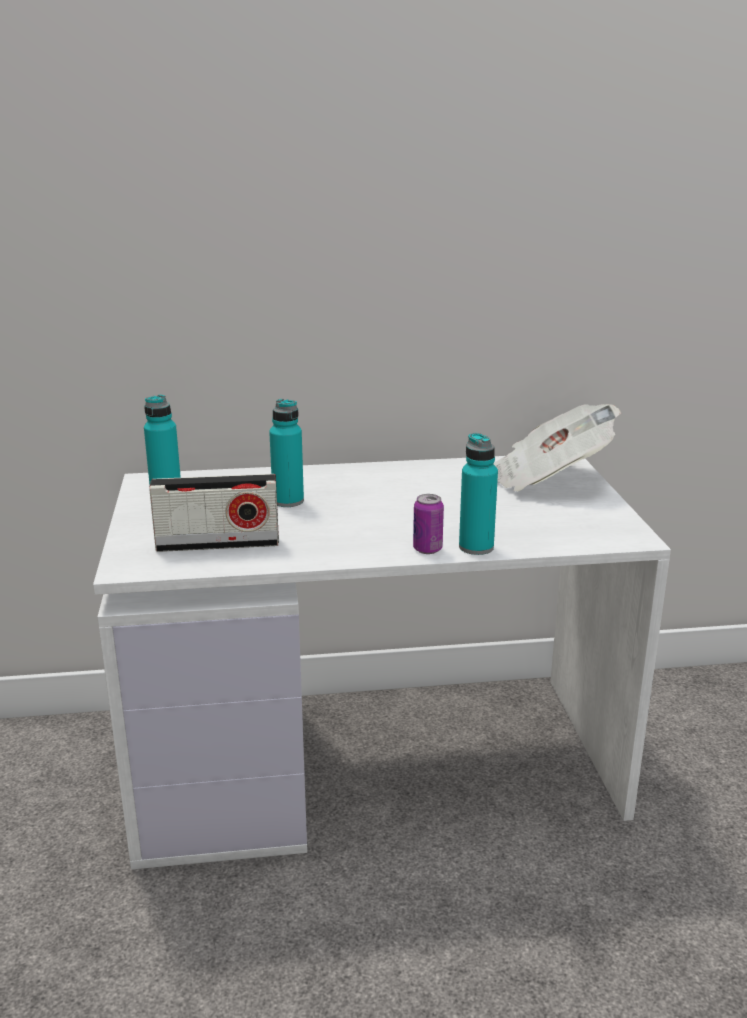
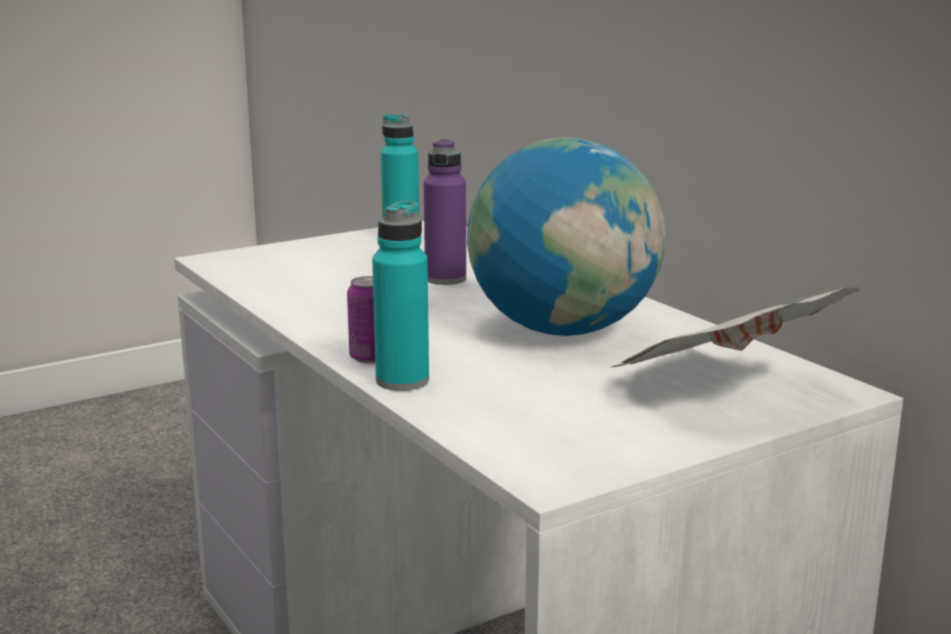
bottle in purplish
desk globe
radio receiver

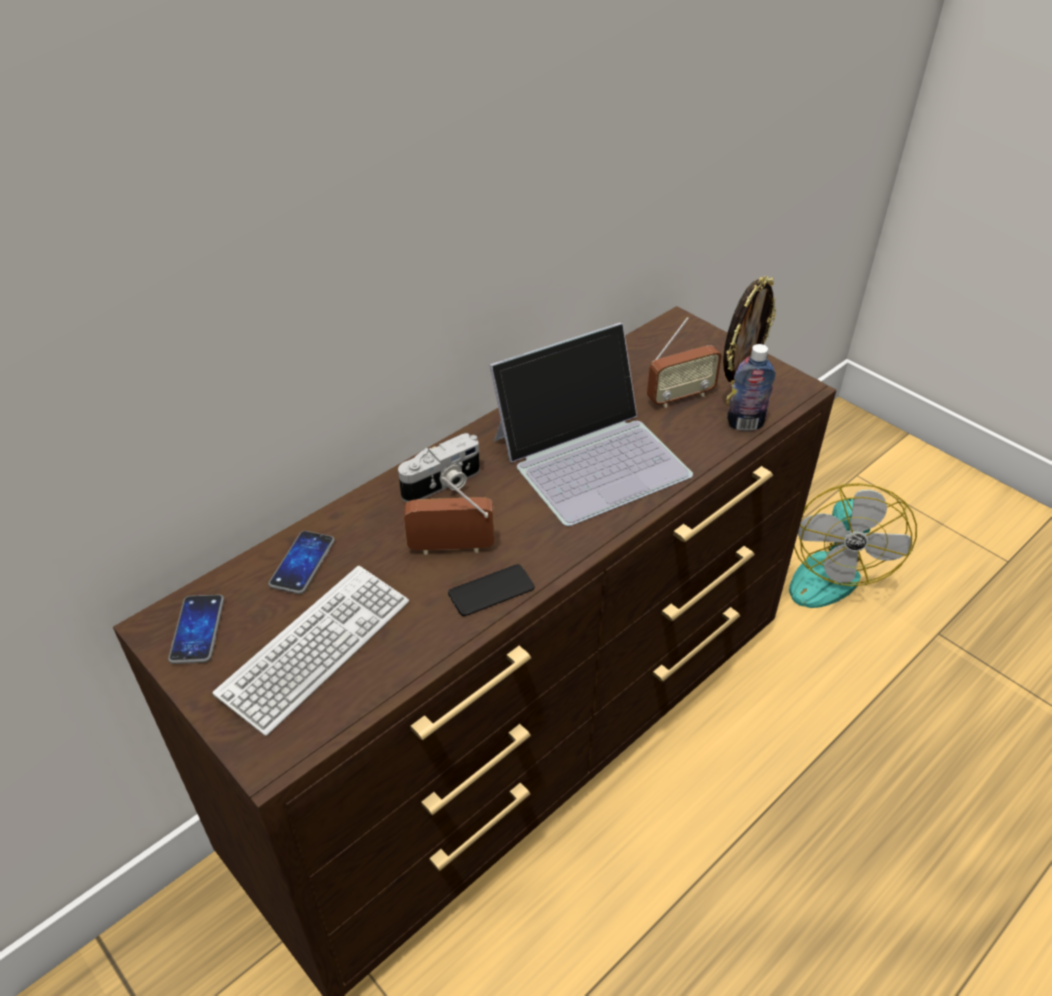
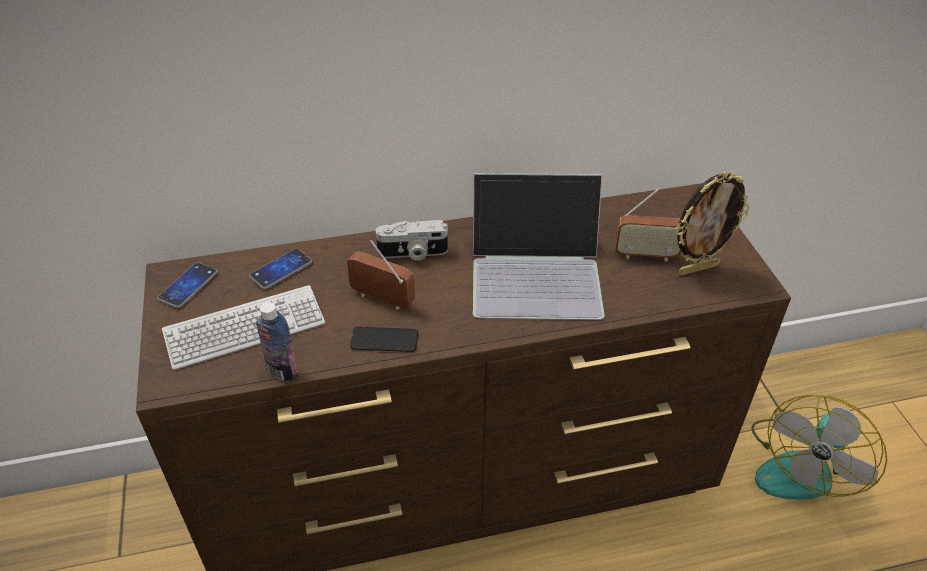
bottle

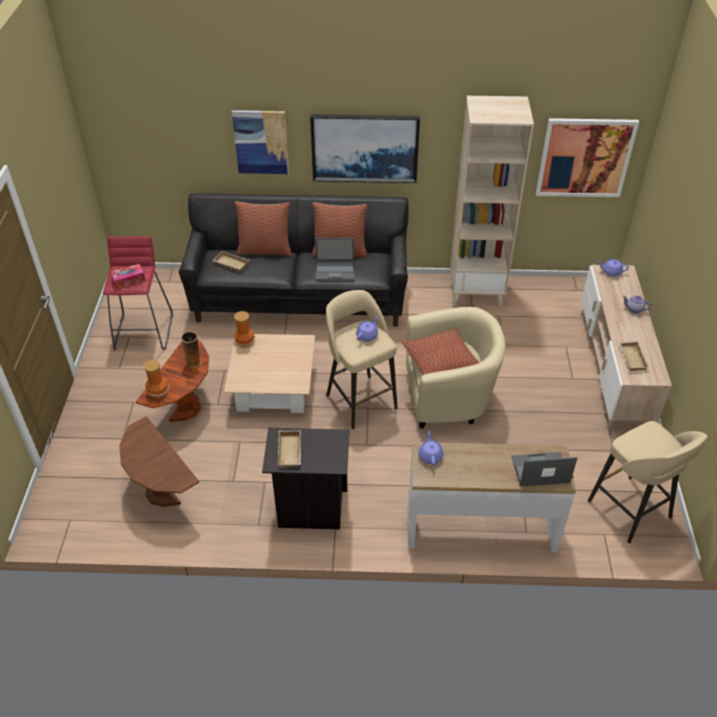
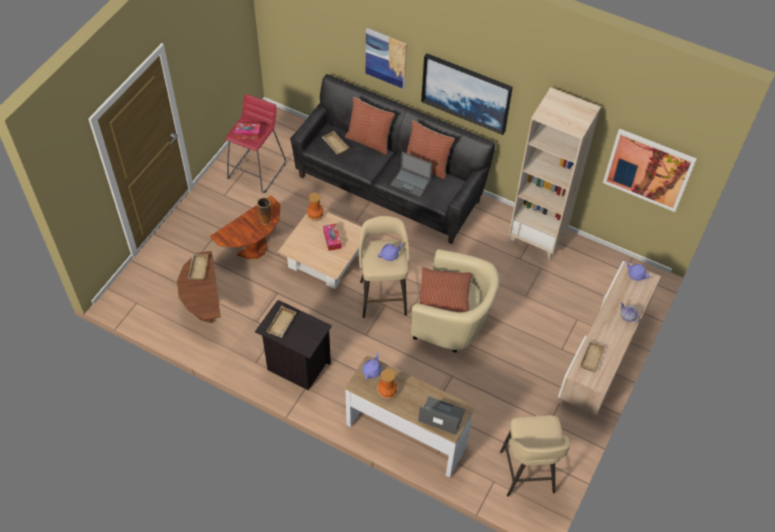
serving tray in beige (1st from left)
box of tissues (2nd from left)
decorative vase (3rd from left)

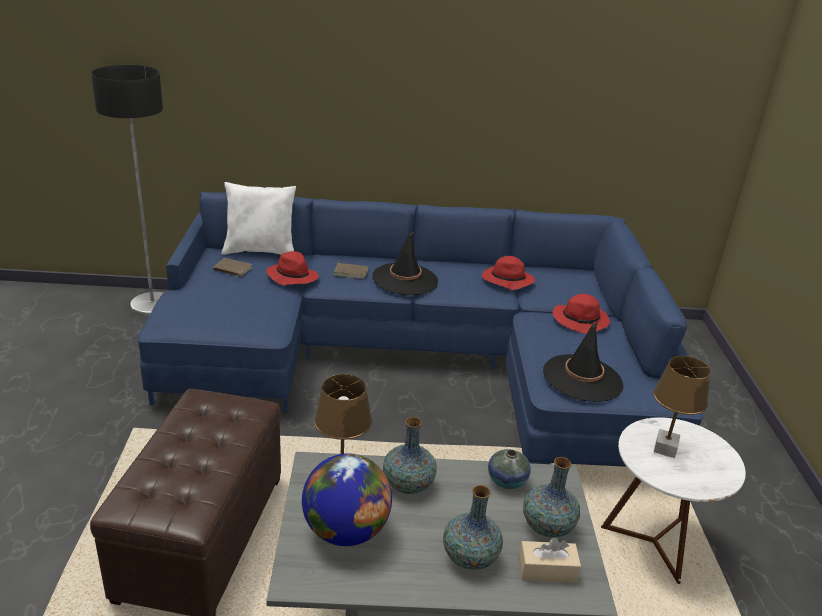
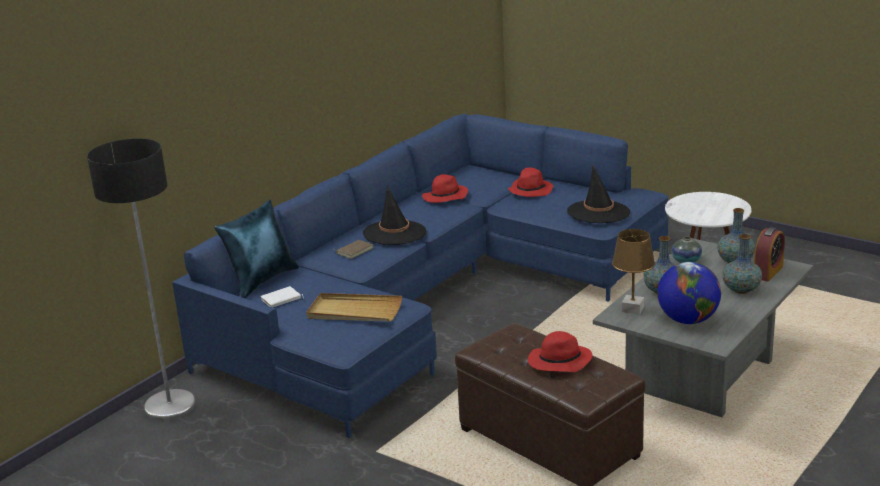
throw pillow in blue
volume in white
serving tray in beige
wearable hat in red-coloured (3rd from left)
bedside clock
tabletop lamp in brown-coloured (2nd from left in the first image)

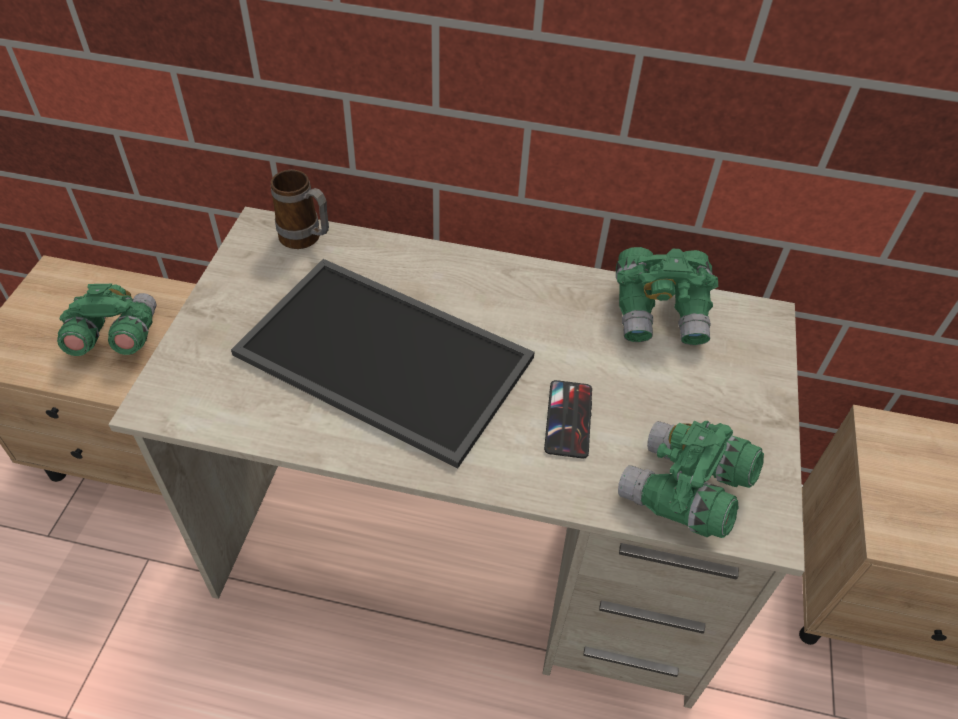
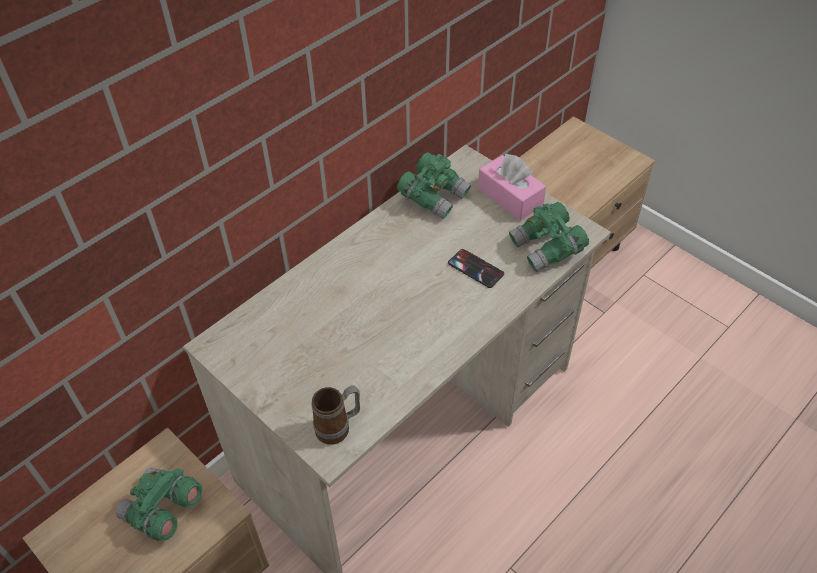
tea mug
box of tissues in pink-coloured
serving tray

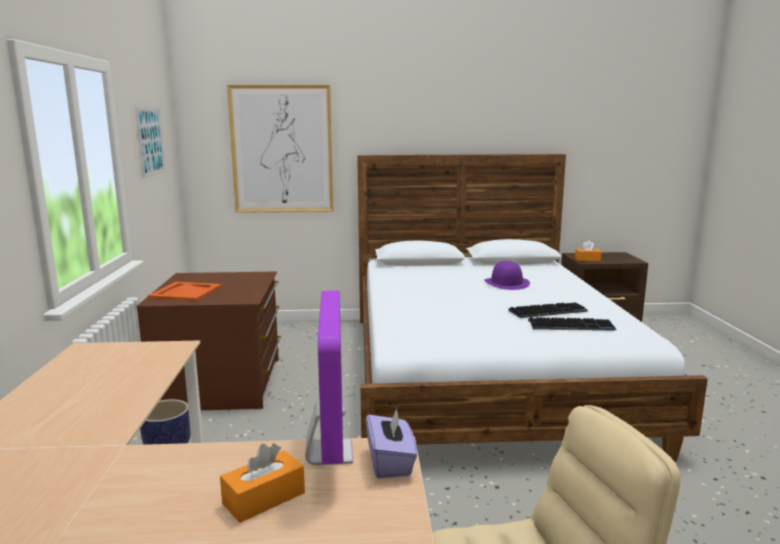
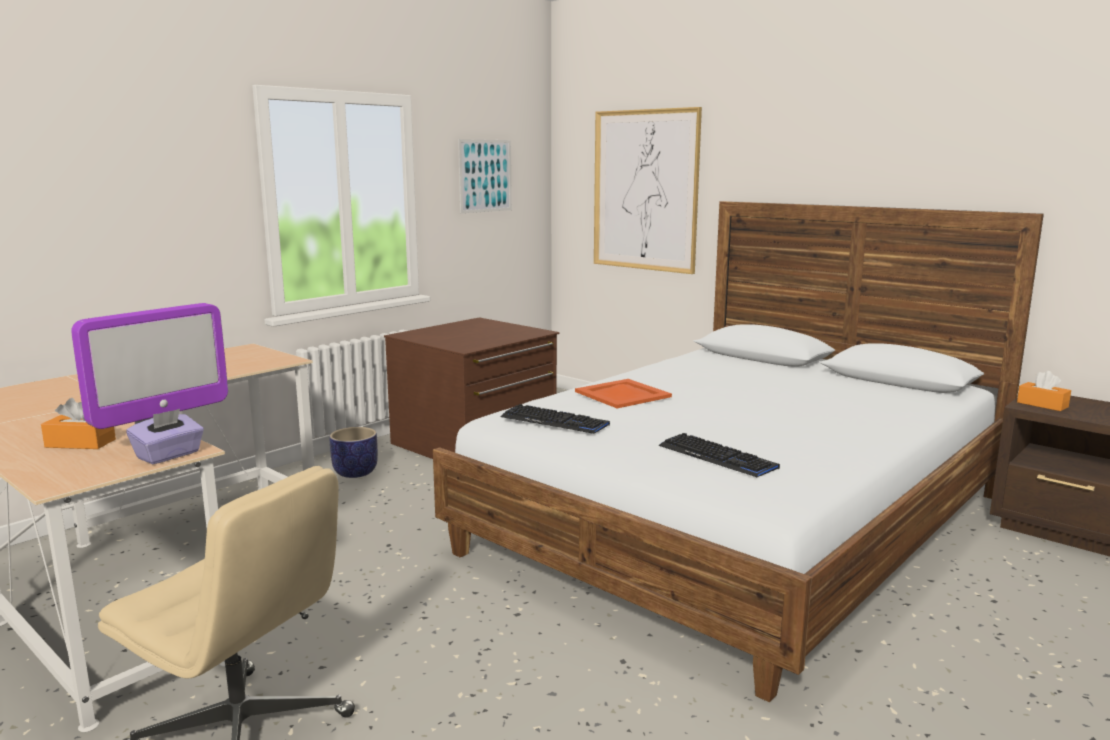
keyboard (1st from left)
serving tray in orangey
wearable hat in purplish

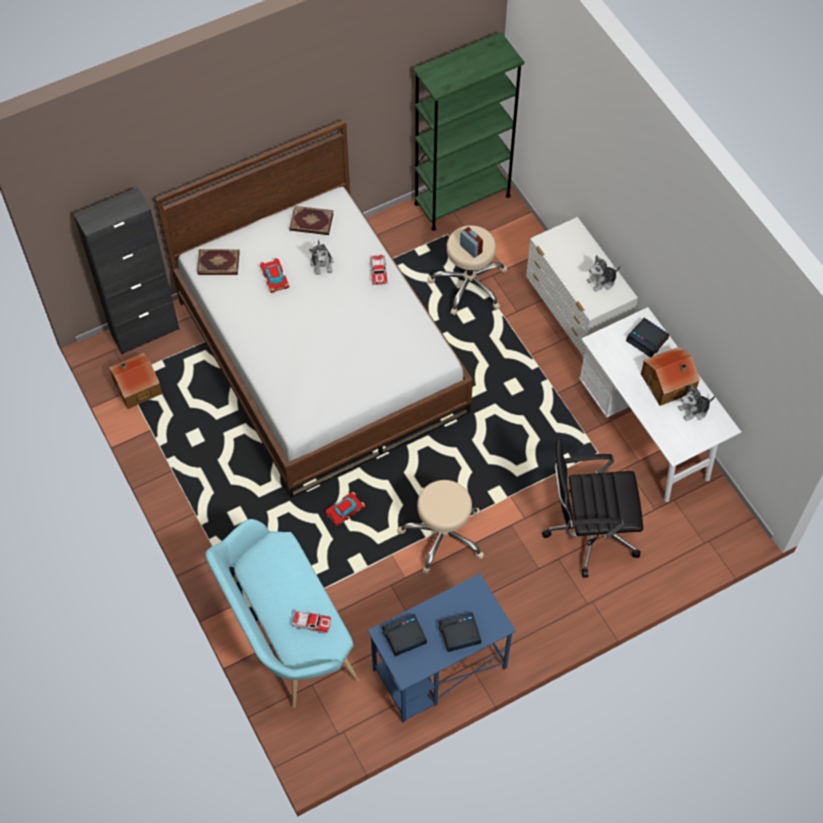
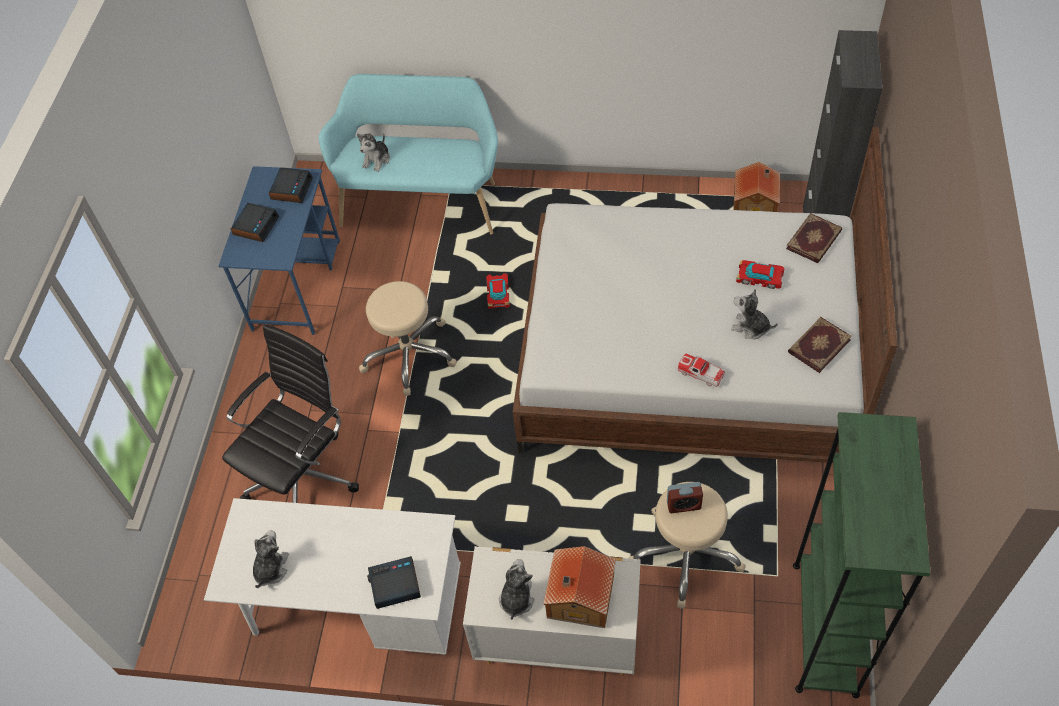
soft toy (2nd from left)
model house (1st from left)

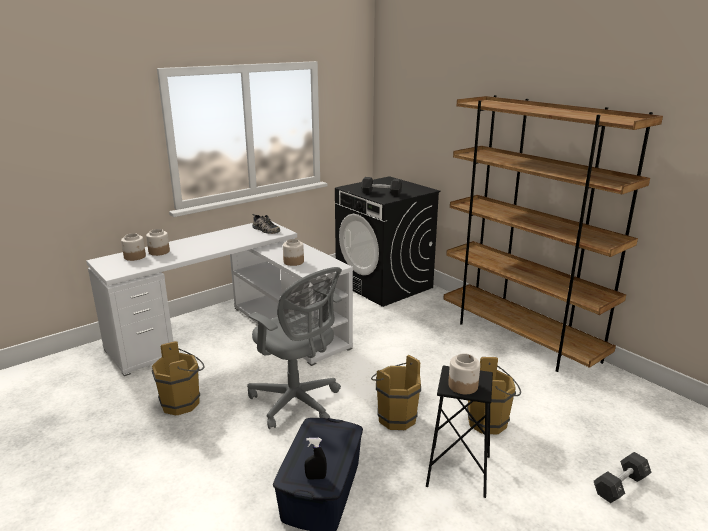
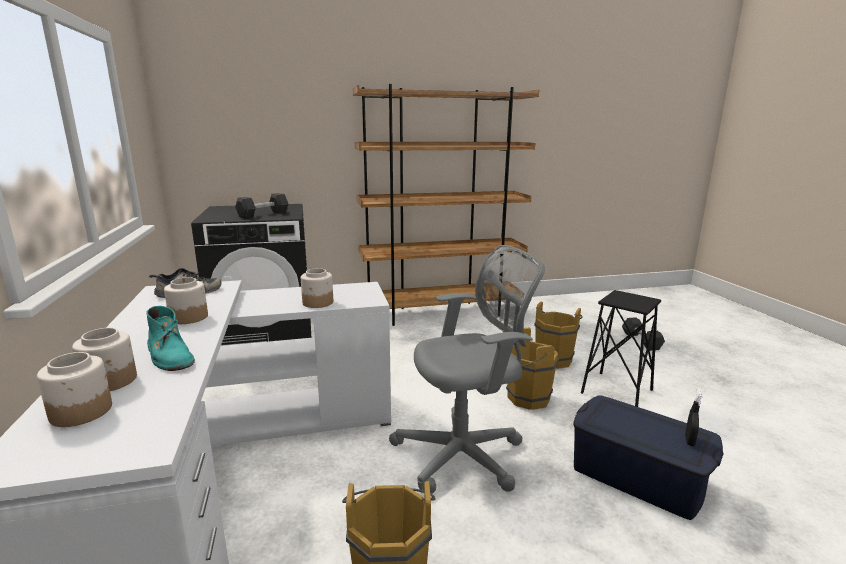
high-top boot in turquoise-coloured
storage jar (3rd from left)

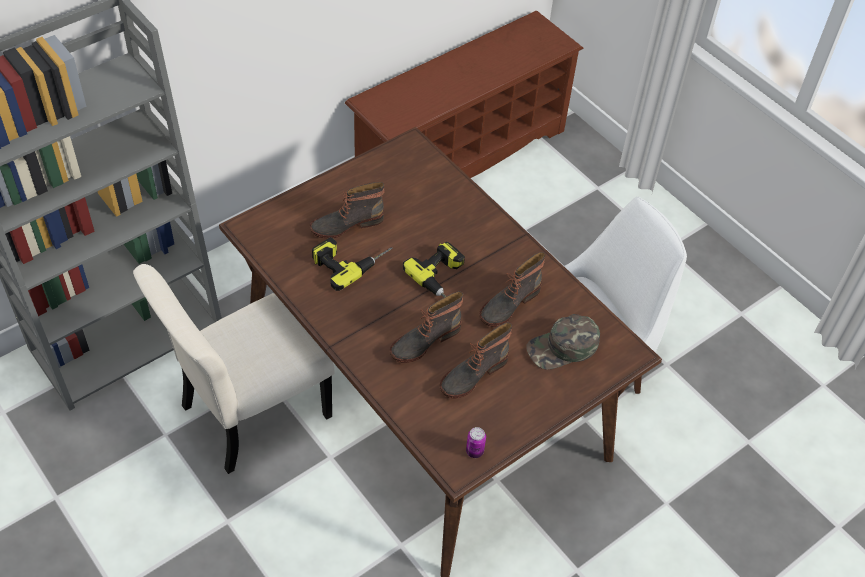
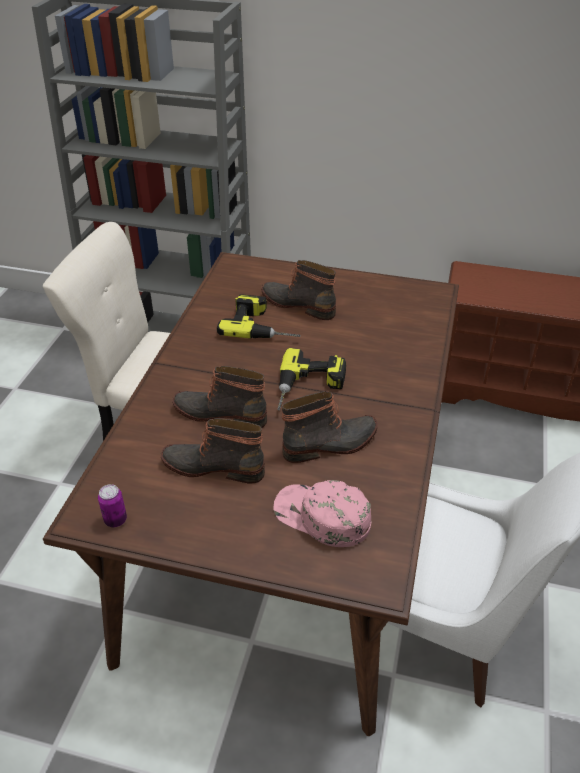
peaked cap in pink-coloured
high-top boot (4th from left)

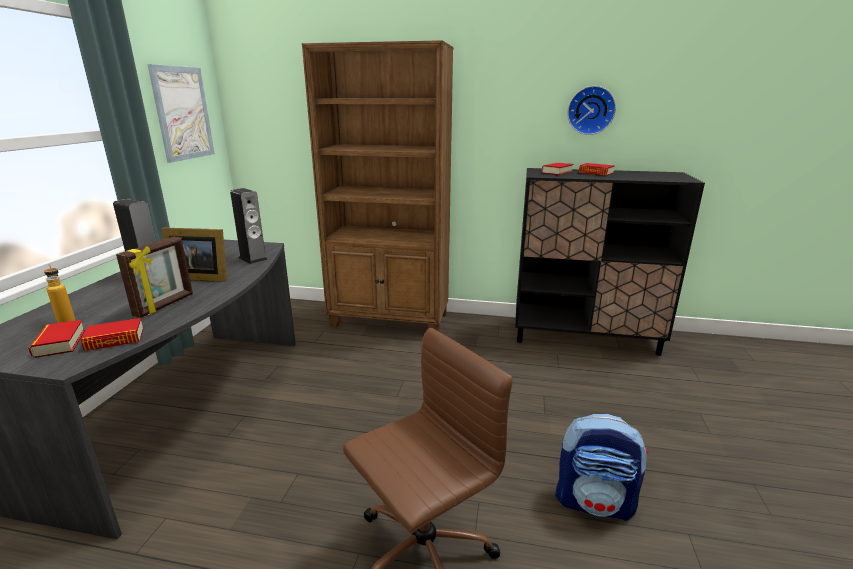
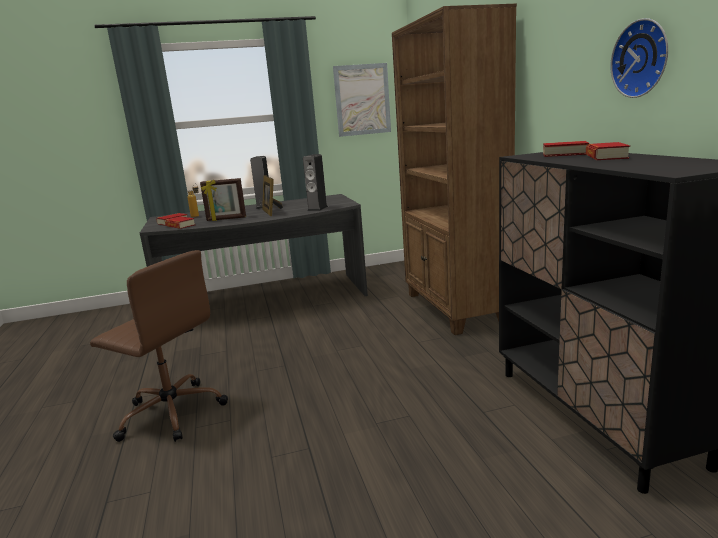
rucksack

